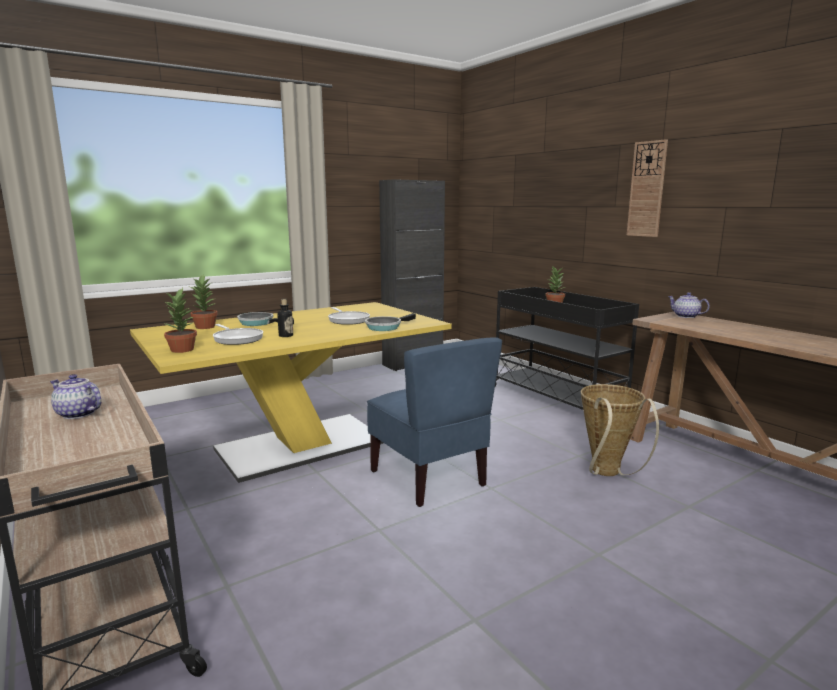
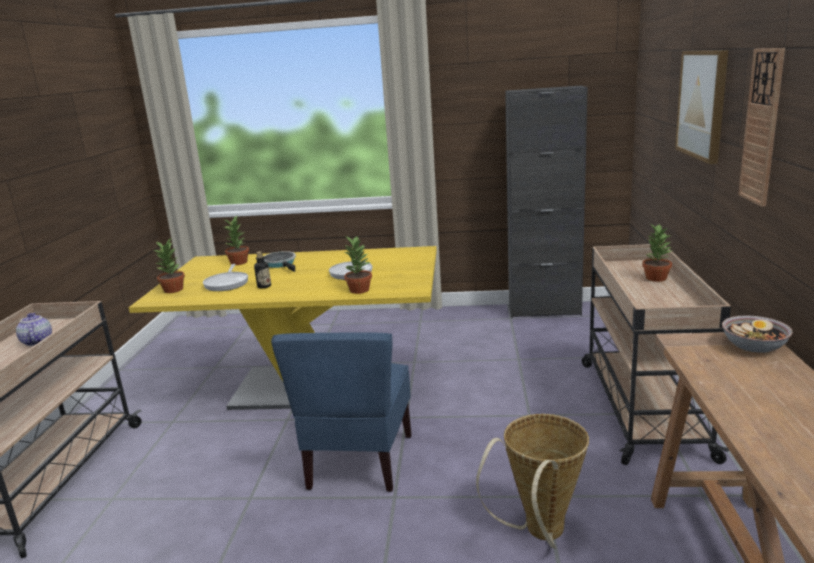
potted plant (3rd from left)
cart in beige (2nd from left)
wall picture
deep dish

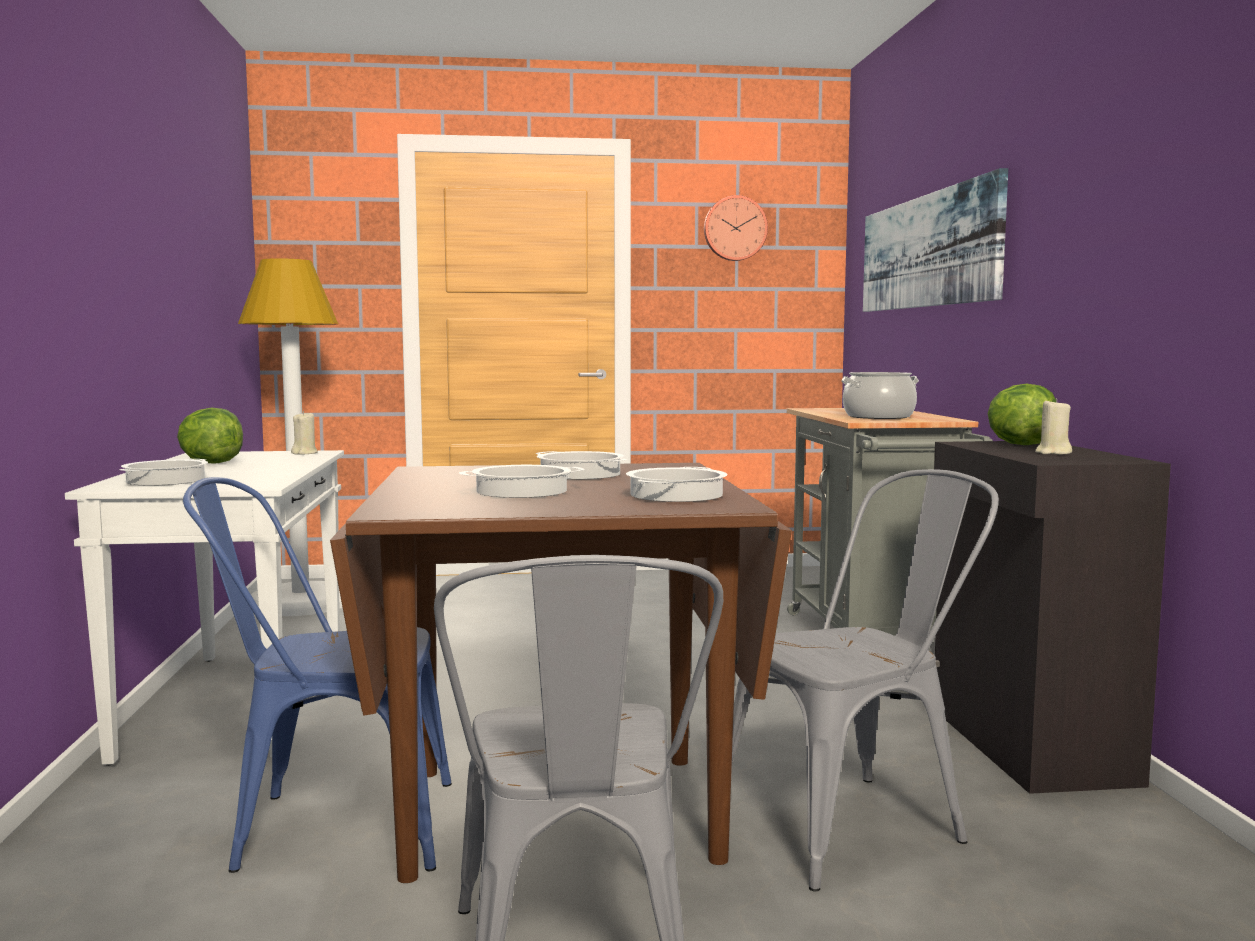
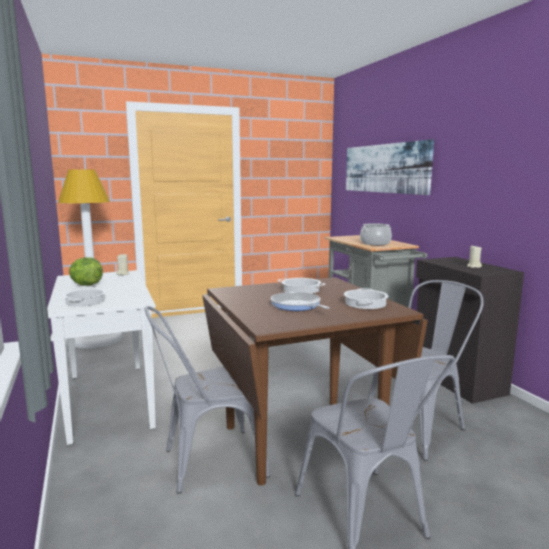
plain chair in greyish (1st from left)
skillet
wall clock
lettuce head (2nd from left in the first image)

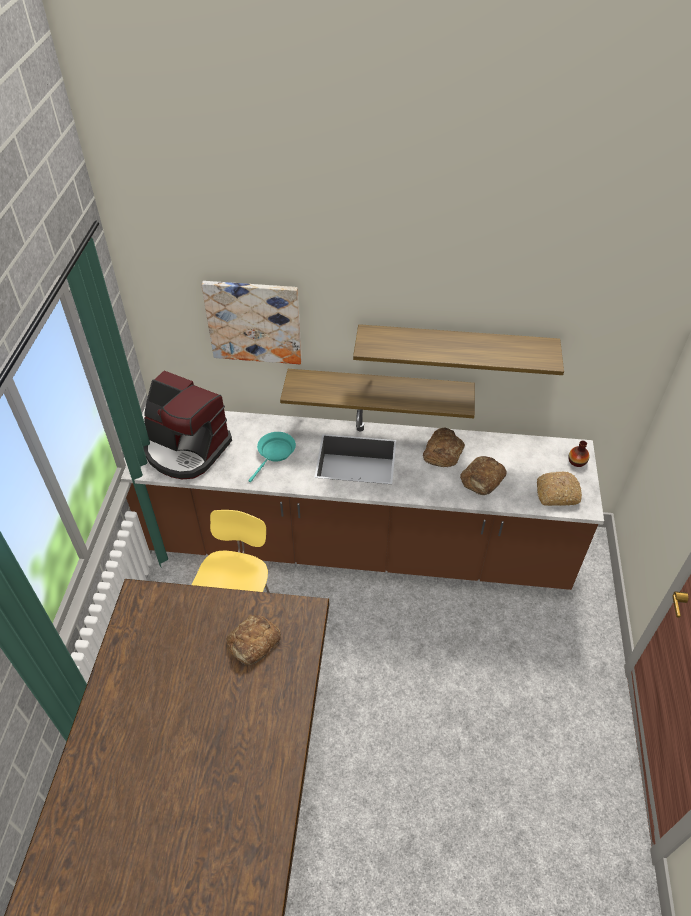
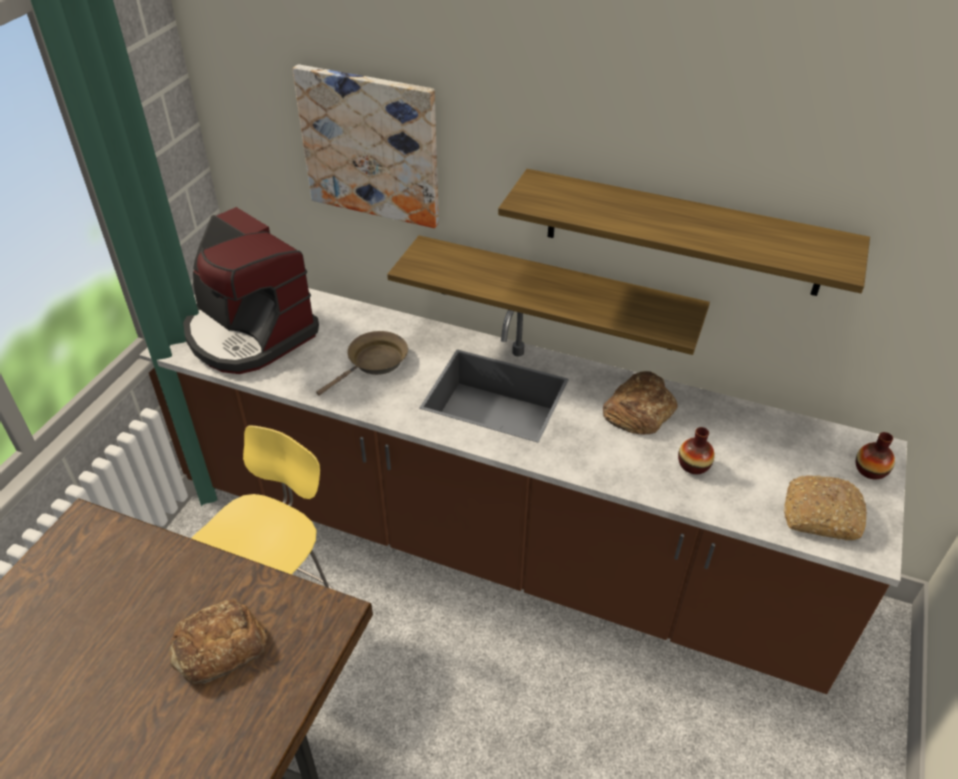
skillet in brown-coloured
decorative vase (1st from left)

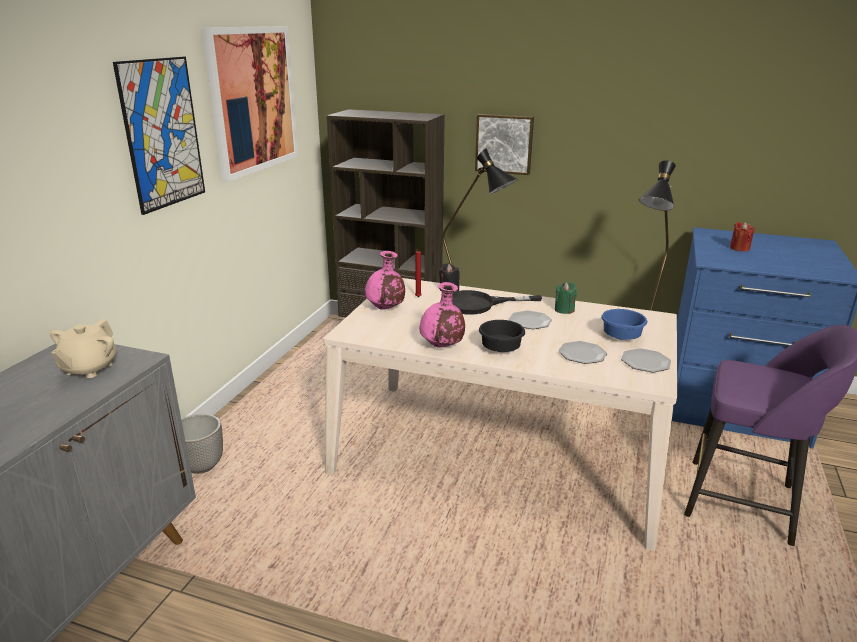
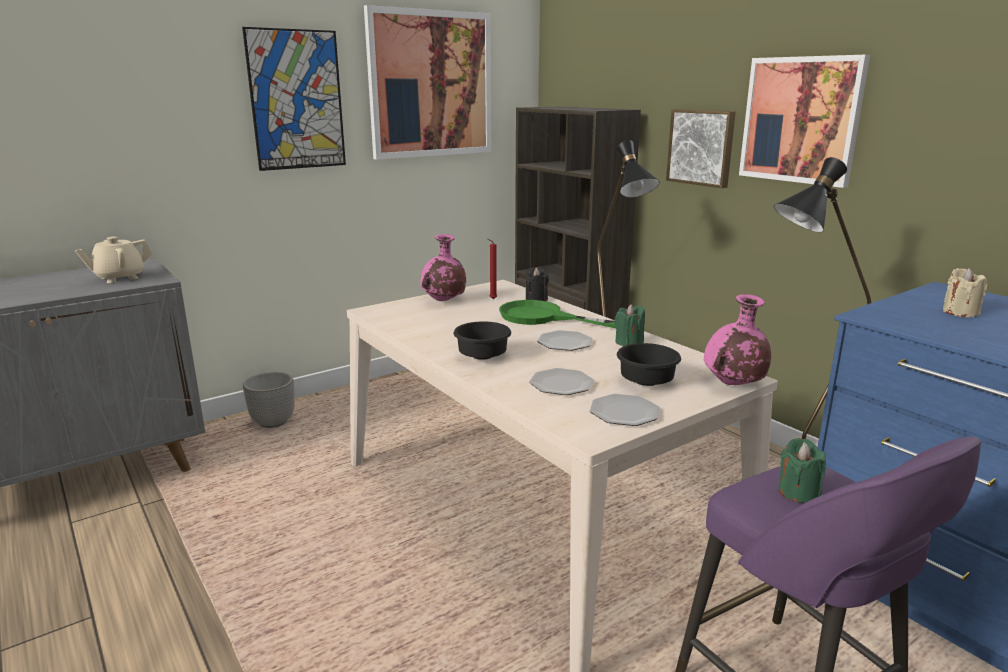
skillet in green
deep dish in black-coloured (2nd from left)
decorative vase in pink-coloured (2nd from left)
wall picture (4th from left)
wax light in green (2nd from left)
wax light in beige

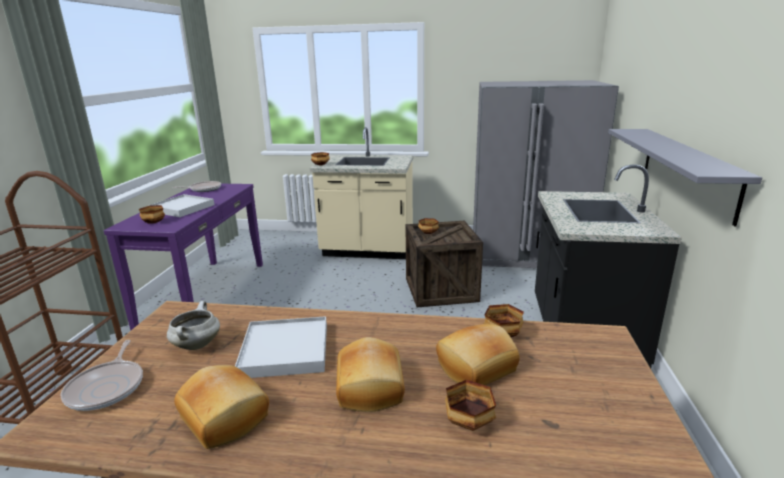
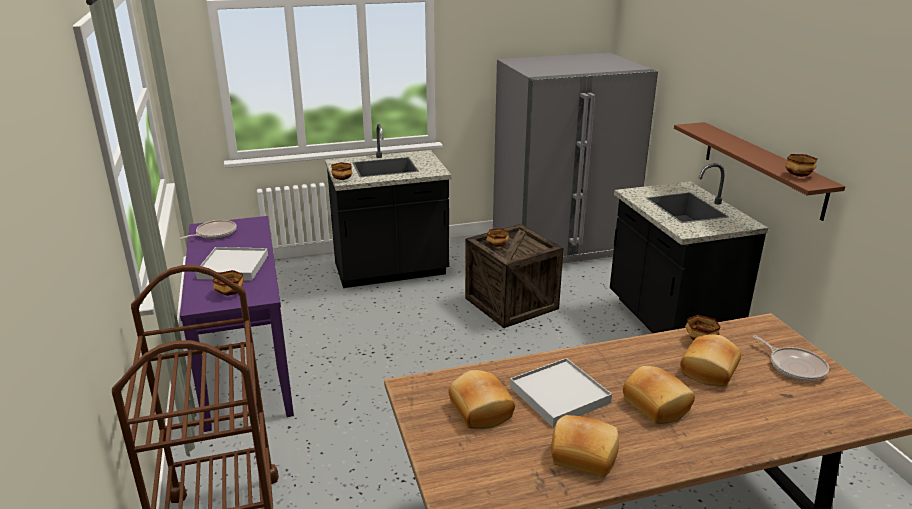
counter in black-coloured (1st from left)
baked bread (1st from left)
bracket shelf in brown-coloured
skillet (2nd from left)
deep dish (5th from left)

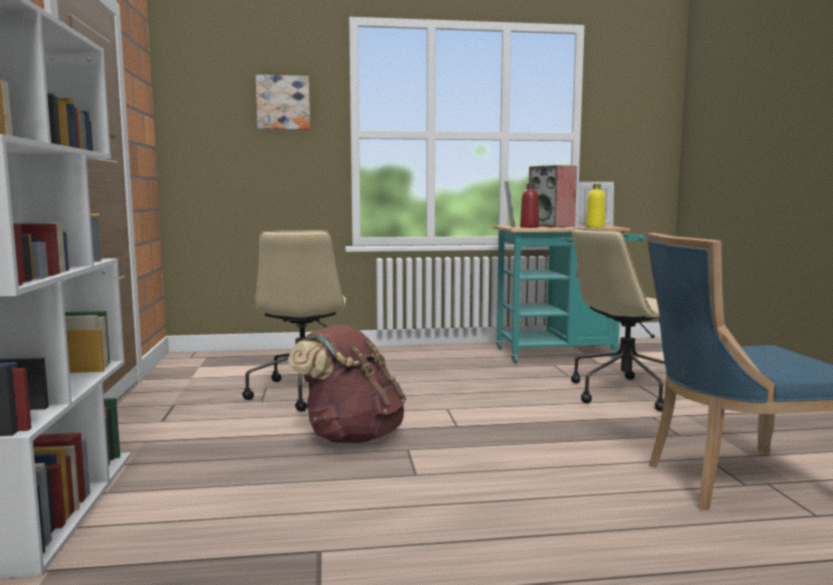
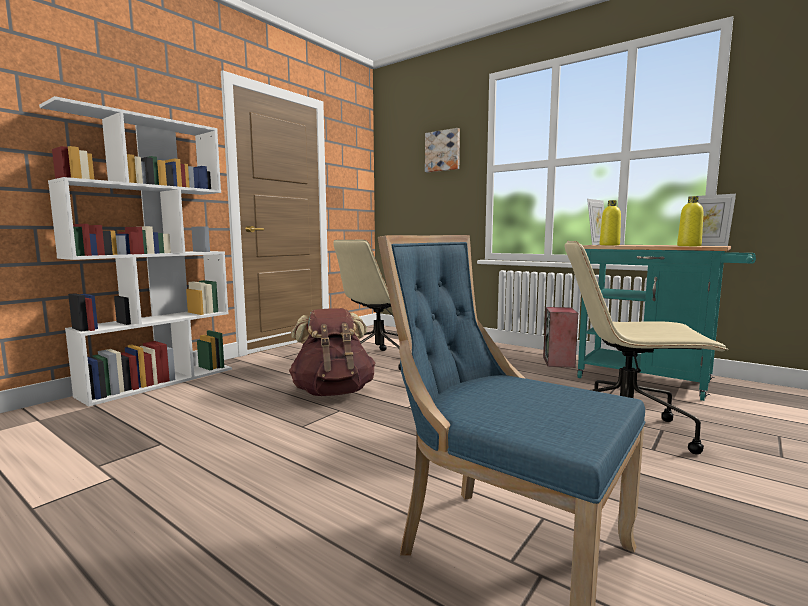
audio speaker
bottle in yellow (1st from left)

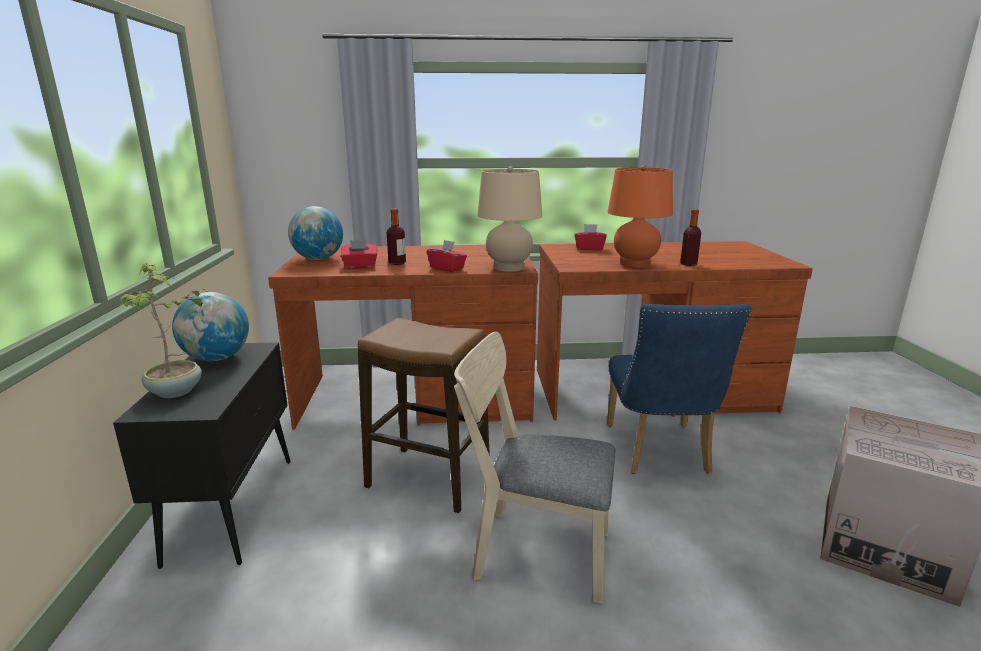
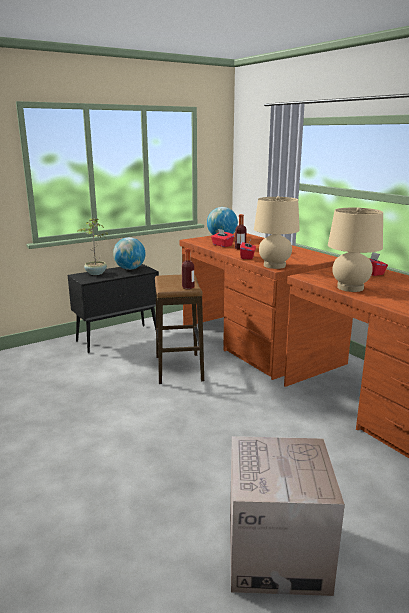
bottle (1st from left)
tabletop lamp in beige (2nd from left)
plain chair in beige
plain chair in blue

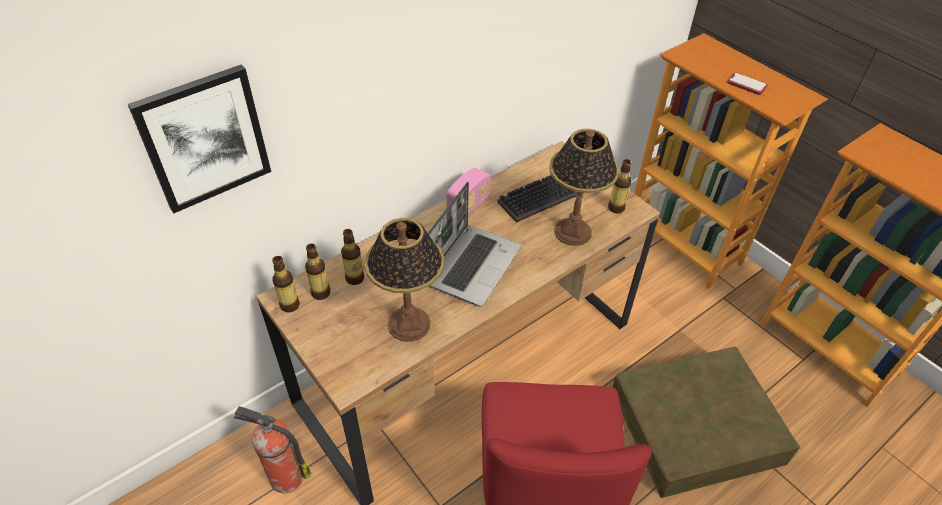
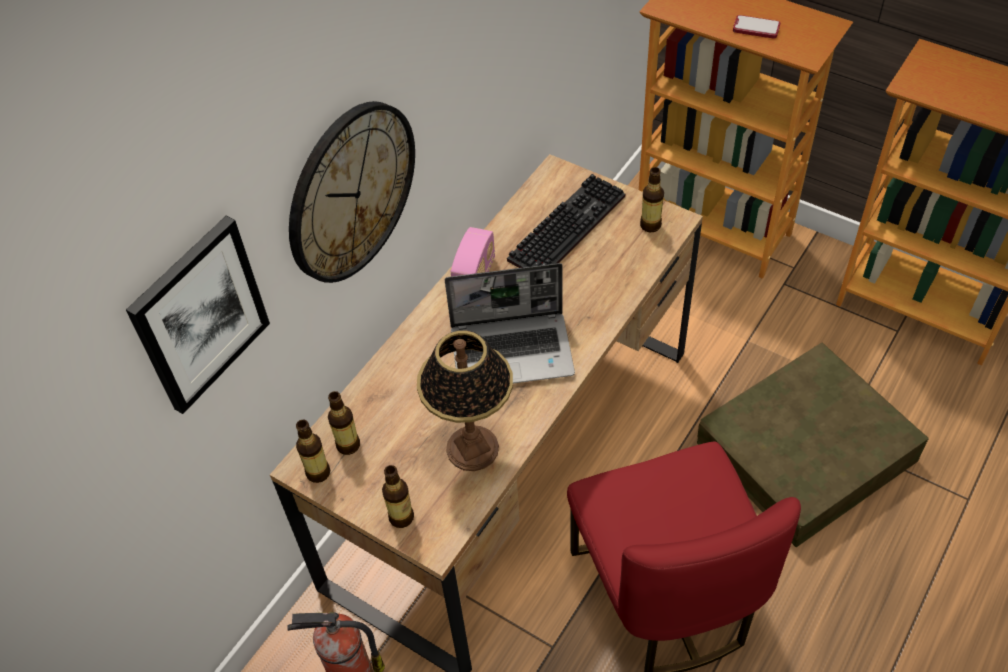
wall clock
bottle (3rd from left)
portable computer
tabletop lamp (2nd from left in the first image)

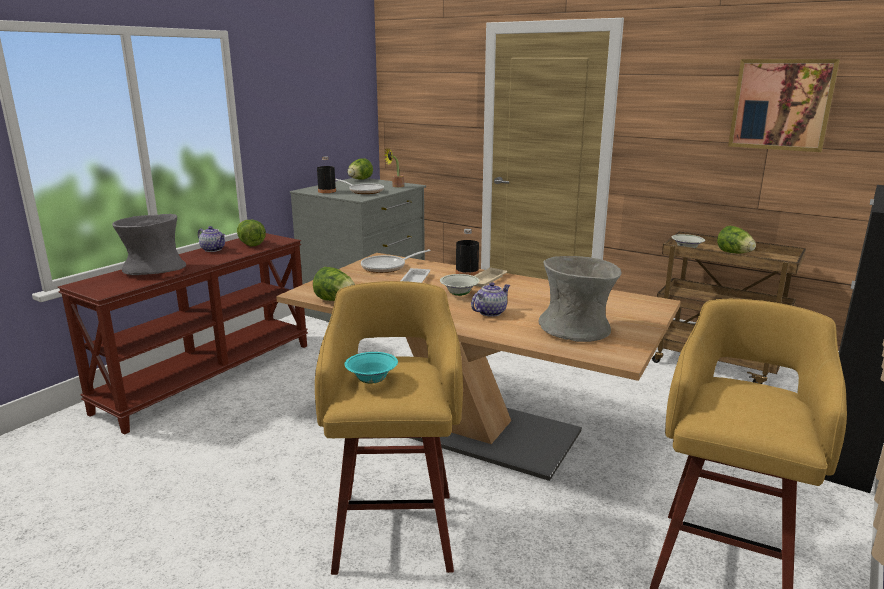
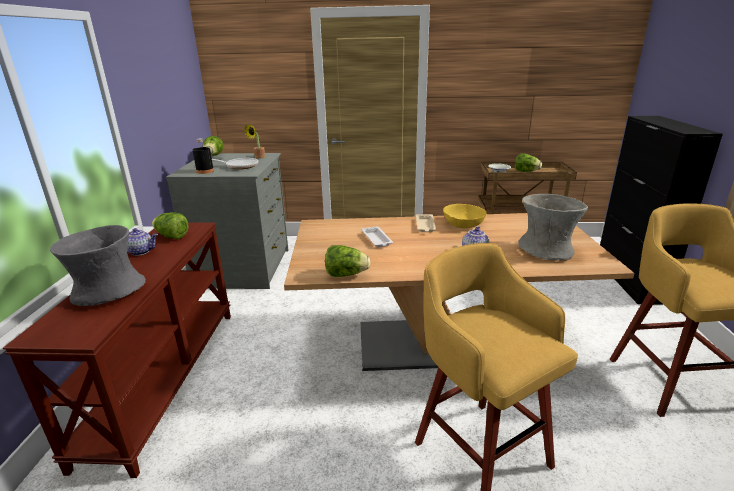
deep dish in yellow
deep dish in turquoise-coloured
skillet (2nd from left in the first image)
deep dish in white (1st from left in the first image)
bottle in black-coloured (2nd from left in the first image)
wall picture

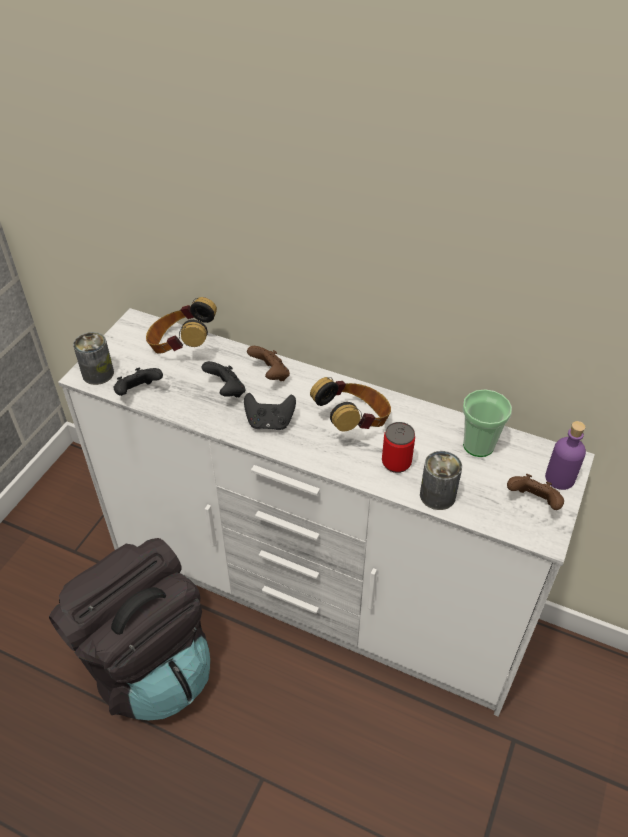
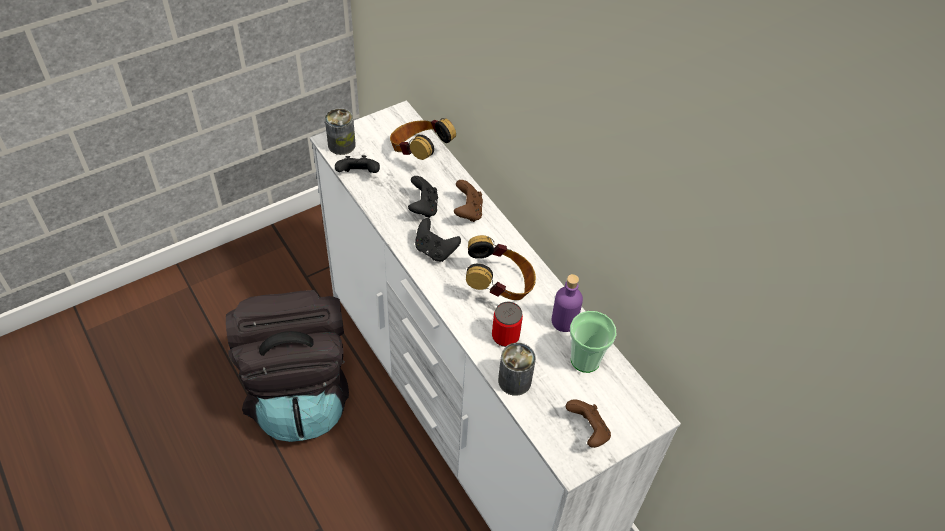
bottle in purplish

